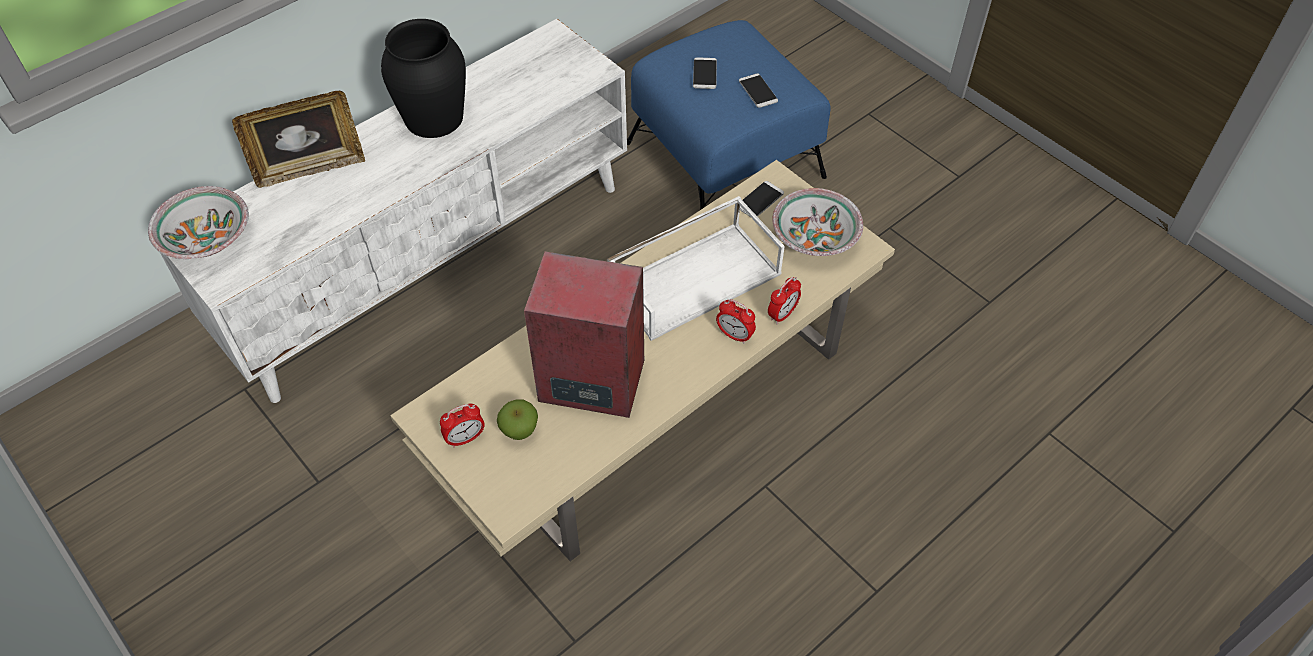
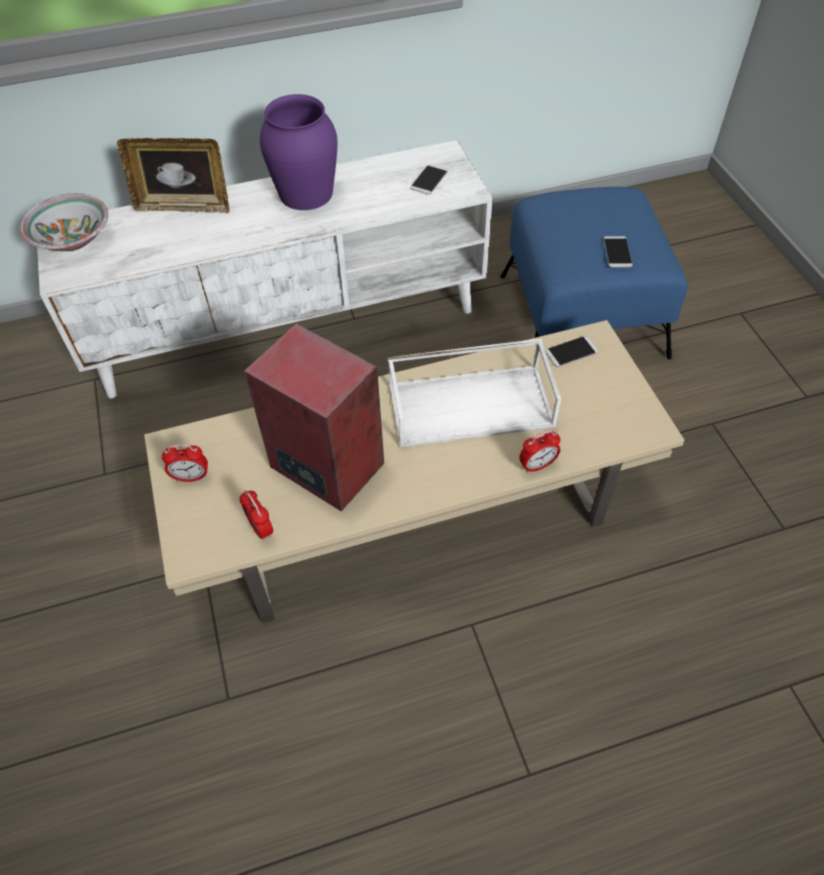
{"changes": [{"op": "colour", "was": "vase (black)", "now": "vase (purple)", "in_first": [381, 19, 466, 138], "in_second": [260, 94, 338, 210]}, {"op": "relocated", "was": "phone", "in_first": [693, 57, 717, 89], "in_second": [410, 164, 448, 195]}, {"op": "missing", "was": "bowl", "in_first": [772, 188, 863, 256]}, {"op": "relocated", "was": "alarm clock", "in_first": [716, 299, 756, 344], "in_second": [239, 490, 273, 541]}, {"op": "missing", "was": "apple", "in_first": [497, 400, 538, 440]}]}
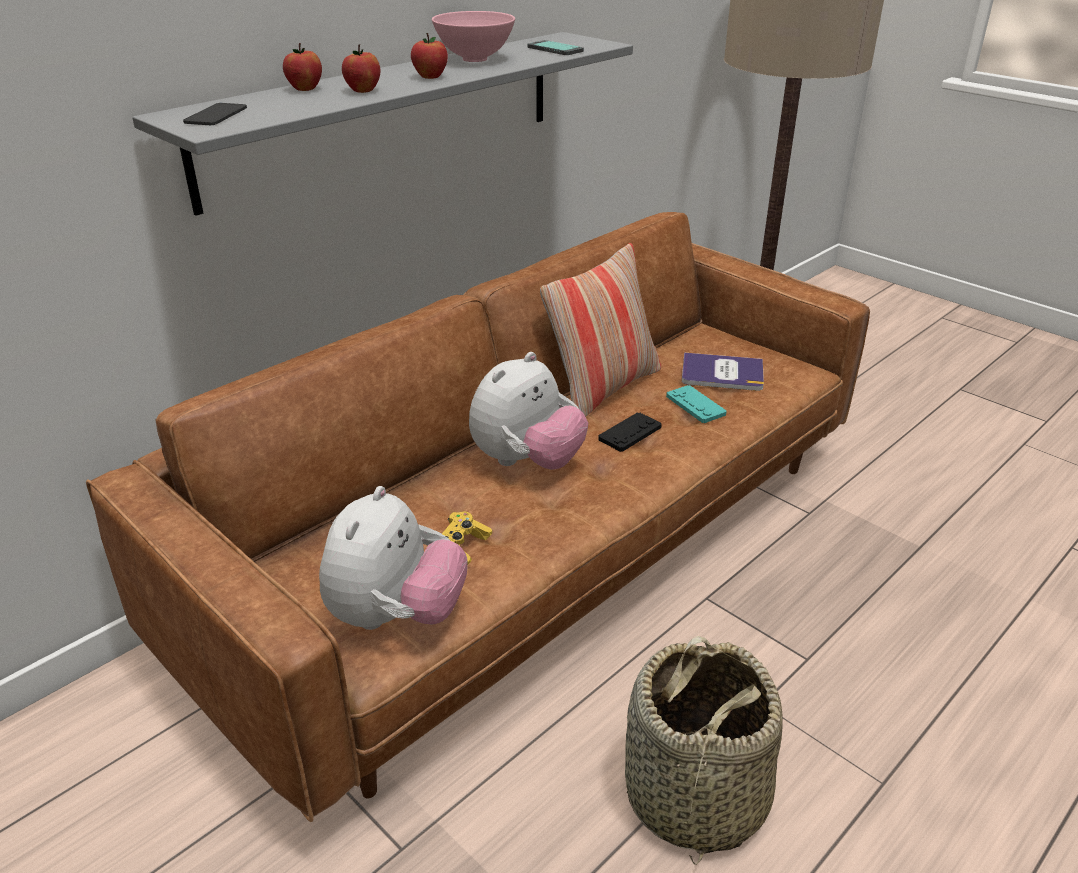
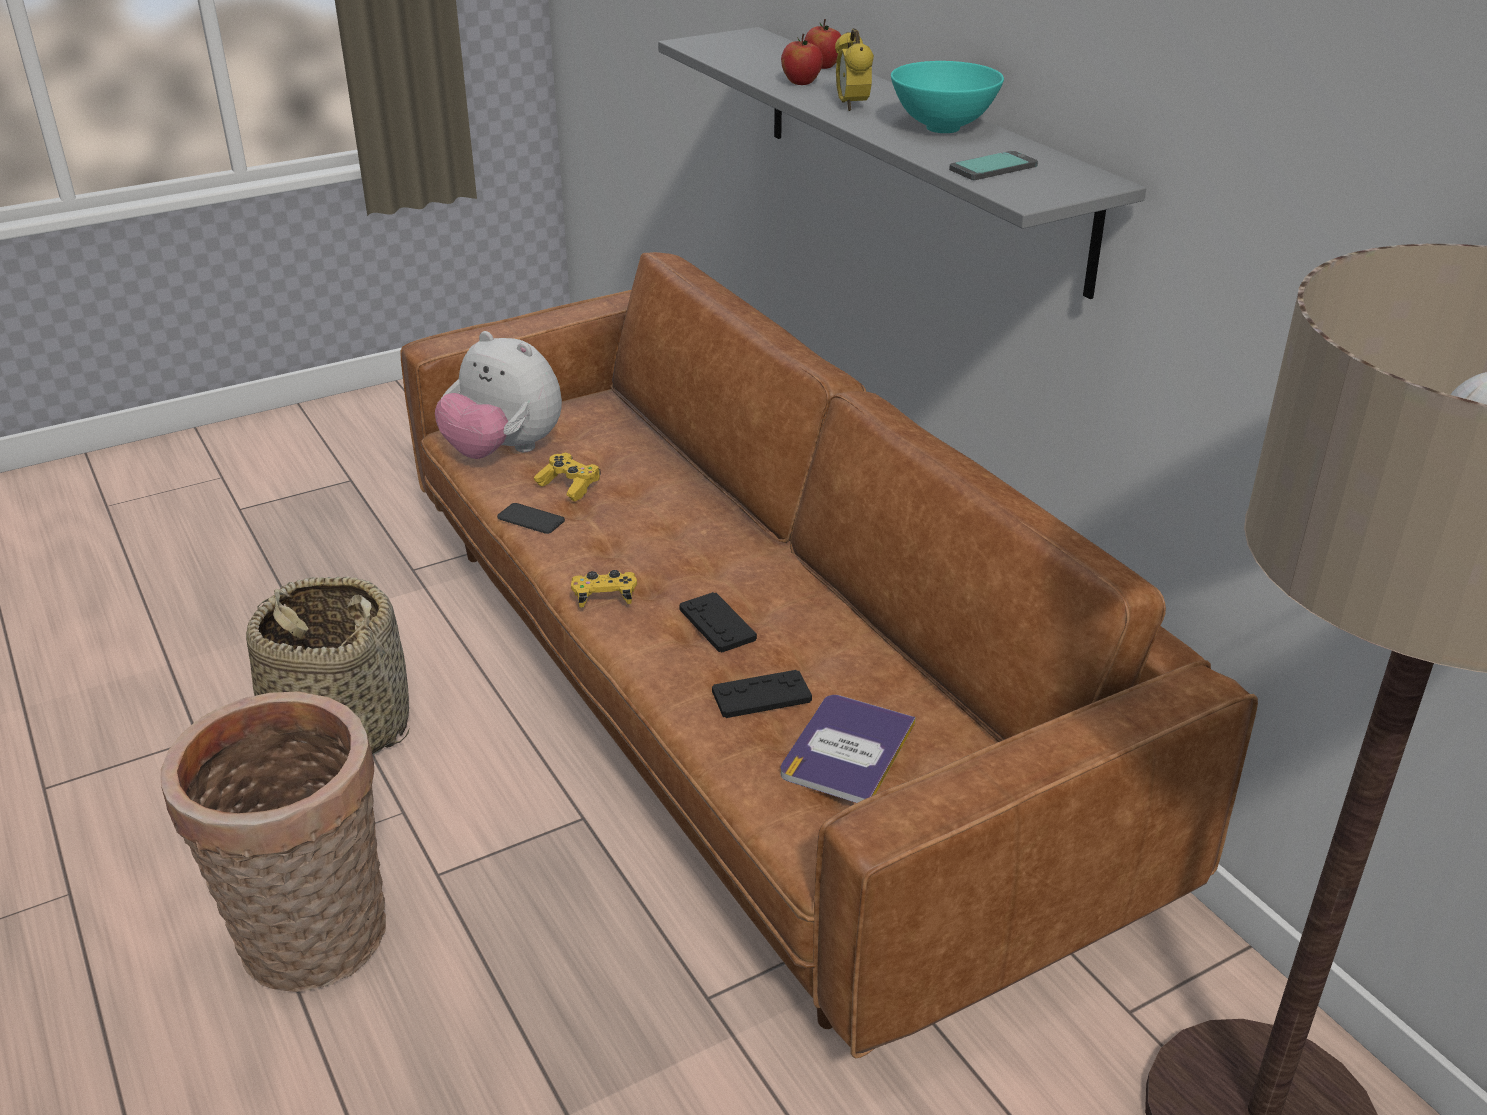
{"changes": [{"op": "colour", "was": "bowl (pink)", "now": "bowl (turquoise)", "in_first": [432, 11, 515, 62], "in_second": [891, 61, 1004, 133]}, {"op": "exchanged", "was": "apple", "now": "alarm clock", "in_first": [411, 33, 448, 79], "in_second": [835, 28, 874, 111]}, {"op": "relocated", "was": "phone", "in_first": [183, 103, 247, 125], "in_second": [497, 503, 565, 534]}, {"op": "missing", "was": "pillow", "in_first": [540, 243, 661, 417]}, {"op": "missing", "was": "plush toy", "in_first": [469, 352, 588, 470]}, {"op": "colour", "was": "game controller (turquoise)", "now": "game controller (black)", "in_first": [666, 385, 727, 423], "in_second": [712, 670, 812, 718]}, {"op": "appeared", "now": "game controller (yellow)", "in_second": [571, 570, 637, 607]}, {"op": "appeared", "now": "basket", "in_second": [161, 691, 386, 992]}]}
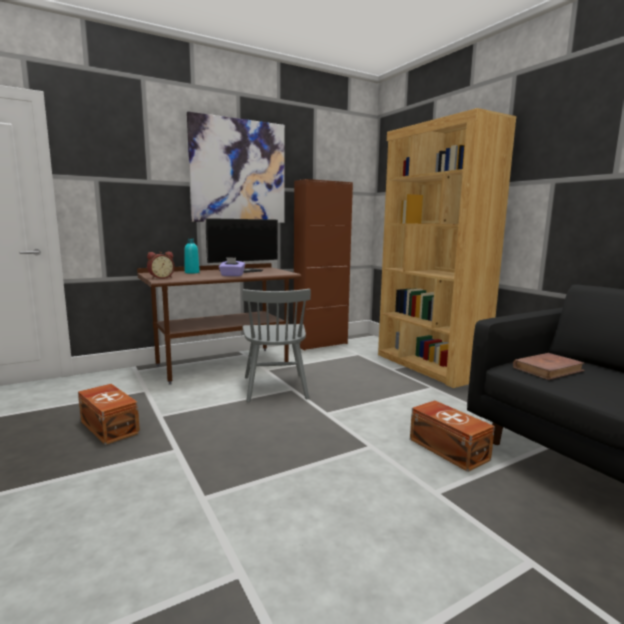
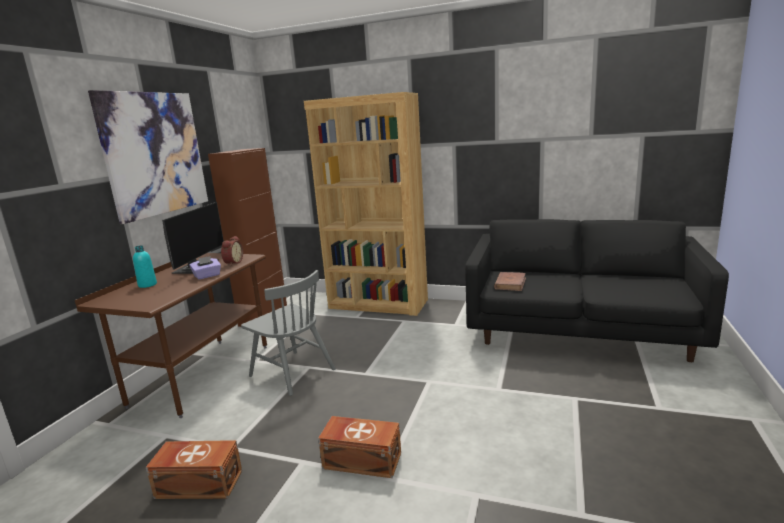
{"changes": [{"op": "relocated", "was": "alarm clock", "in_first": [147, 252, 175, 279], "in_second": [221, 236, 243, 266]}, {"op": "relocated", "was": "storage box (brown)", "in_first": [410, 400, 495, 472], "in_second": [318, 416, 401, 478]}]}
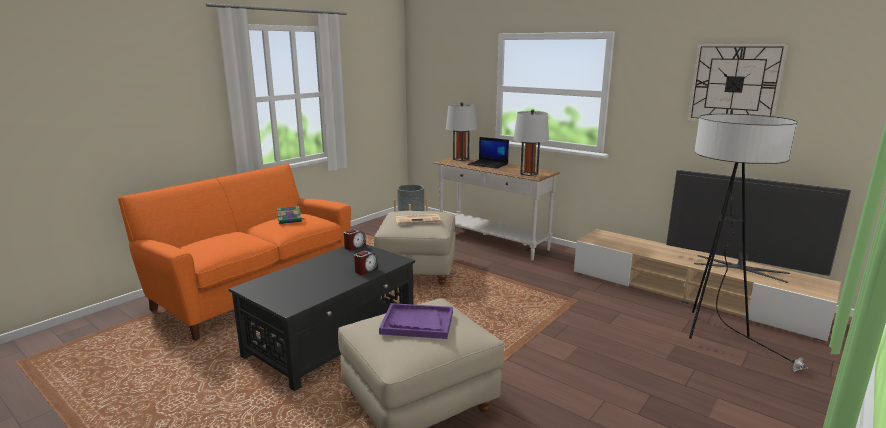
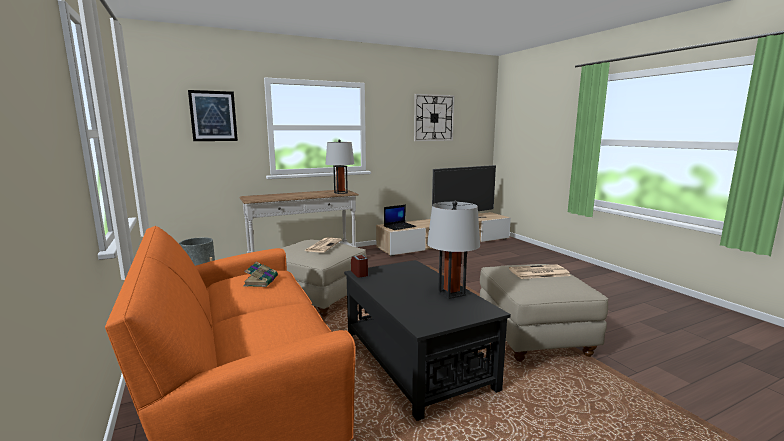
{"changes": [{"op": "relocated", "was": "table lamp (grey)", "in_first": [446, 102, 477, 161], "in_second": [427, 201, 480, 299]}, {"op": "missing", "was": "floor lamp", "in_first": [689, 114, 808, 372]}, {"op": "relocated", "was": "laptop", "in_first": [468, 137, 509, 169], "in_second": [384, 205, 416, 230]}, {"op": "missing", "was": "alarm clock", "in_first": [354, 251, 378, 275]}, {"op": "exchanged", "was": "tray (purple)", "now": "newspaper", "in_first": [379, 303, 453, 339], "in_second": [509, 264, 571, 279]}, {"op": "appeared", "now": "picture", "in_second": [188, 90, 238, 141]}]}
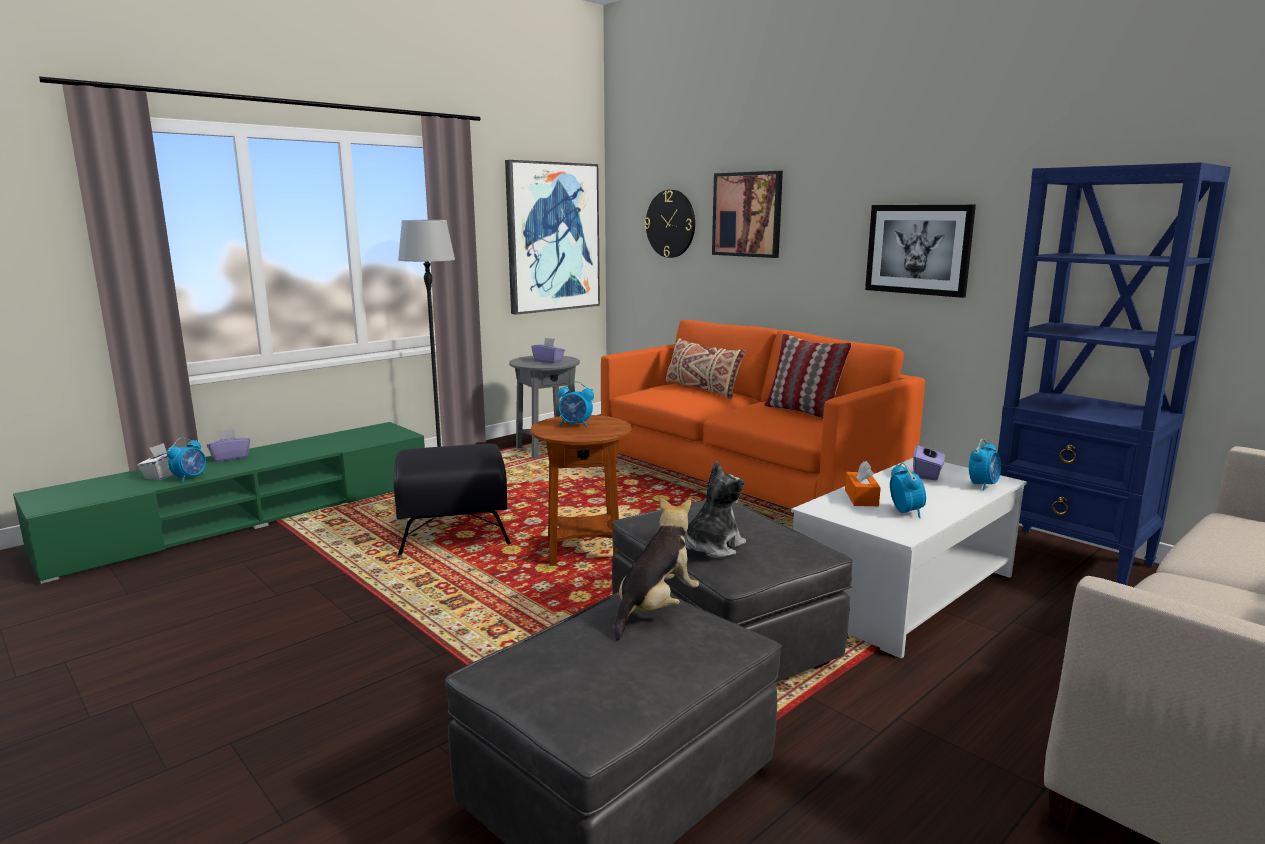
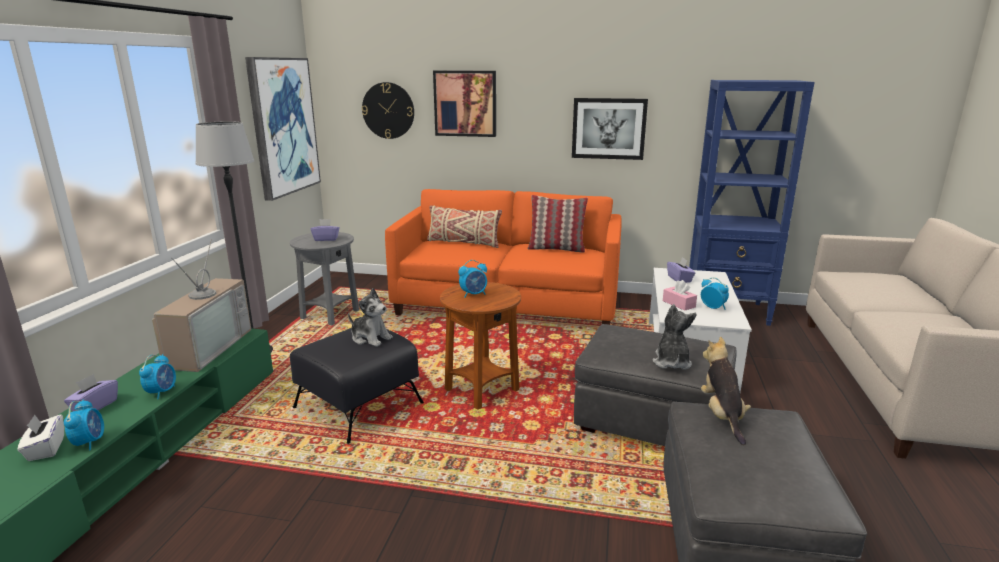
{"changes": [{"op": "relocated", "was": "alarm clock", "in_first": [969, 439, 1001, 491], "in_second": [139, 354, 176, 399]}, {"op": "colour", "was": "tissue box (orange)", "now": "tissue box (pink)", "in_first": [845, 461, 881, 506], "in_second": [663, 280, 697, 311]}, {"op": "appeared", "now": "television", "in_second": [152, 239, 251, 372]}, {"op": "appeared", "now": "plush toy", "in_second": [348, 288, 393, 347]}]}
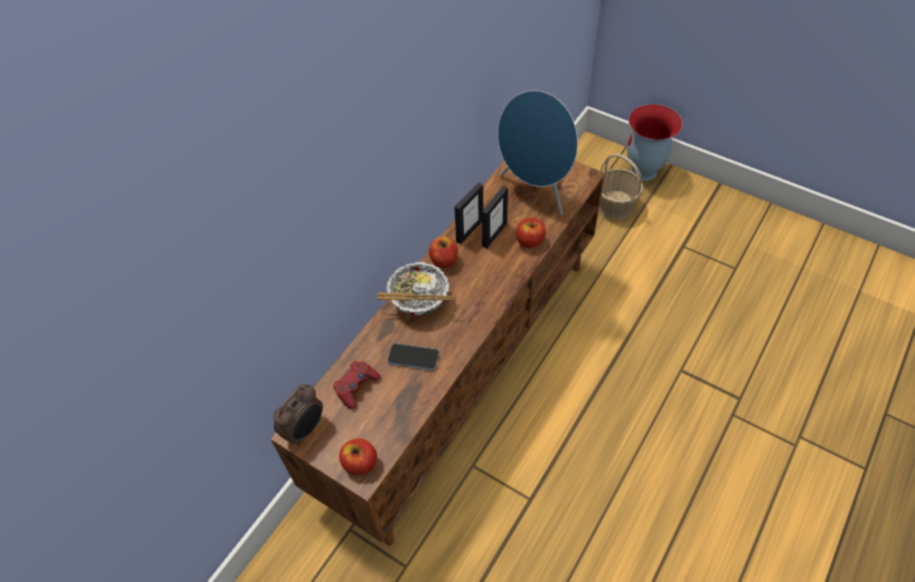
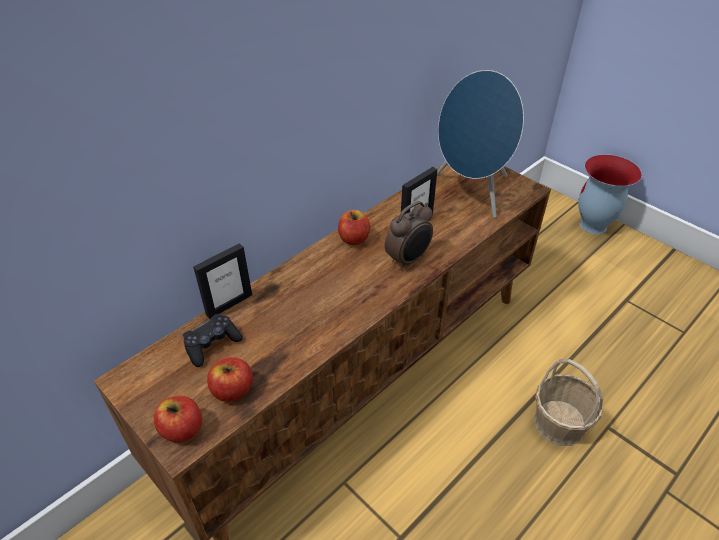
{"changes": [{"op": "relocated", "was": "basket", "in_first": [599, 153, 643, 220], "in_second": [534, 359, 603, 446]}, {"op": "relocated", "was": "picture frame", "in_first": [455, 182, 483, 244], "in_second": [193, 243, 252, 319]}, {"op": "relocated", "was": "apple", "in_first": [516, 218, 546, 248], "in_second": [207, 357, 253, 402]}, {"op": "missing", "was": "bowl", "in_first": [377, 262, 454, 316]}, {"op": "missing", "was": "phone", "in_first": [388, 343, 439, 371]}, {"op": "colour", "was": "game controller (red)", "now": "game controller (black)", "in_first": [333, 361, 380, 409], "in_second": [183, 314, 243, 367]}, {"op": "relocated", "was": "alarm clock", "in_first": [274, 384, 323, 445], "in_second": [385, 201, 433, 270]}]}
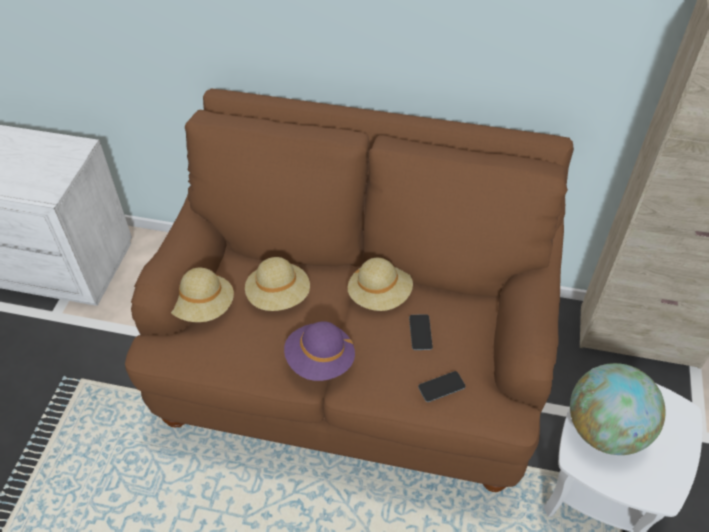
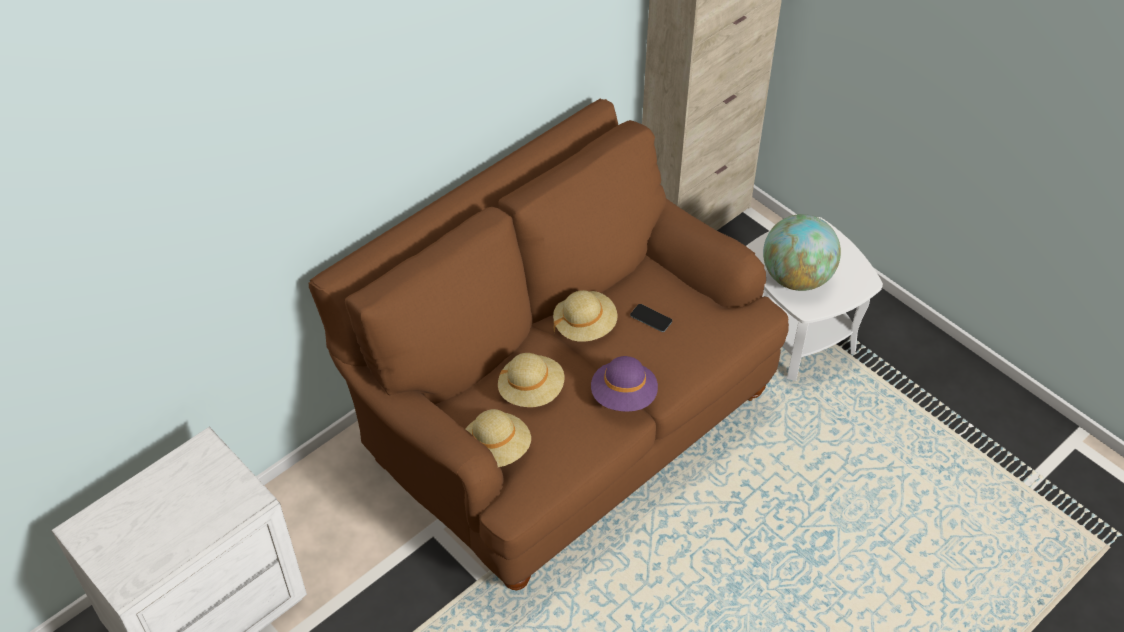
{"changes": [{"op": "missing", "was": "phone", "in_first": [418, 371, 465, 402]}]}
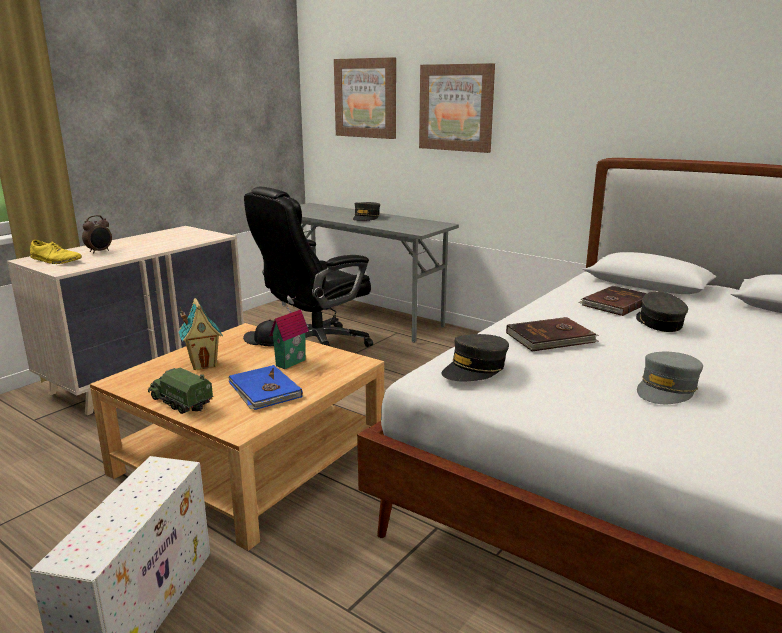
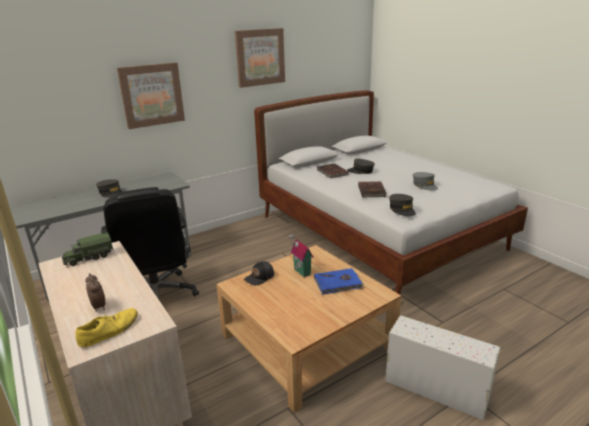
{"changes": [{"op": "relocated", "was": "picture", "in_first": [334, 57, 396, 139], "in_second": [235, 28, 285, 88]}, {"op": "missing", "was": "toy house", "in_first": [178, 298, 223, 370]}, {"op": "relocated", "was": "toy truck", "in_first": [148, 368, 214, 414], "in_second": [62, 230, 113, 266]}]}
